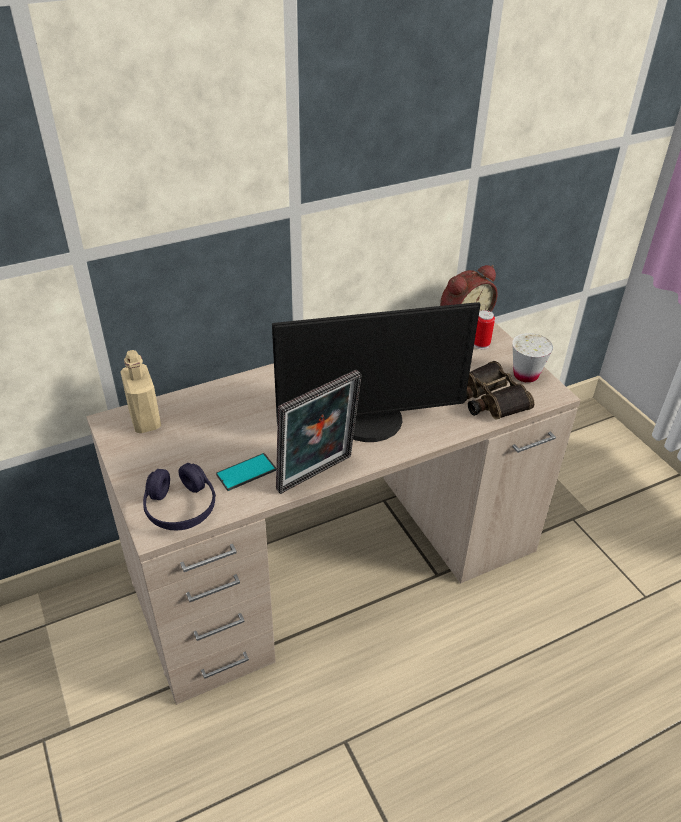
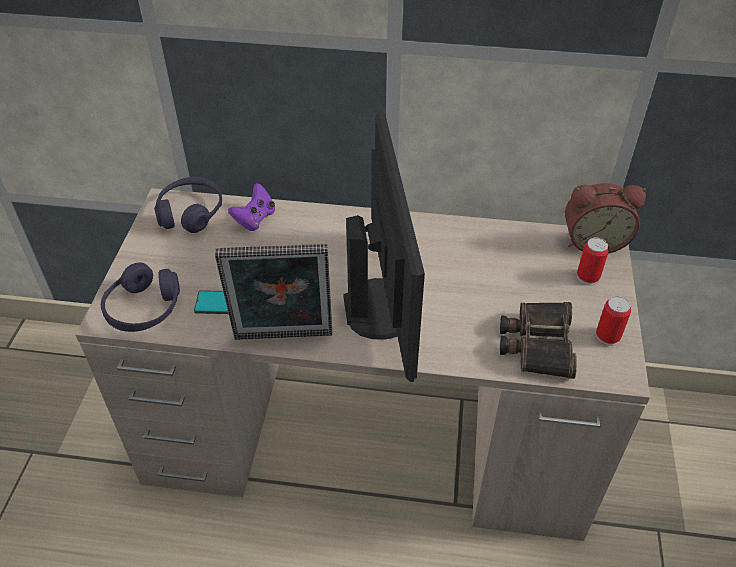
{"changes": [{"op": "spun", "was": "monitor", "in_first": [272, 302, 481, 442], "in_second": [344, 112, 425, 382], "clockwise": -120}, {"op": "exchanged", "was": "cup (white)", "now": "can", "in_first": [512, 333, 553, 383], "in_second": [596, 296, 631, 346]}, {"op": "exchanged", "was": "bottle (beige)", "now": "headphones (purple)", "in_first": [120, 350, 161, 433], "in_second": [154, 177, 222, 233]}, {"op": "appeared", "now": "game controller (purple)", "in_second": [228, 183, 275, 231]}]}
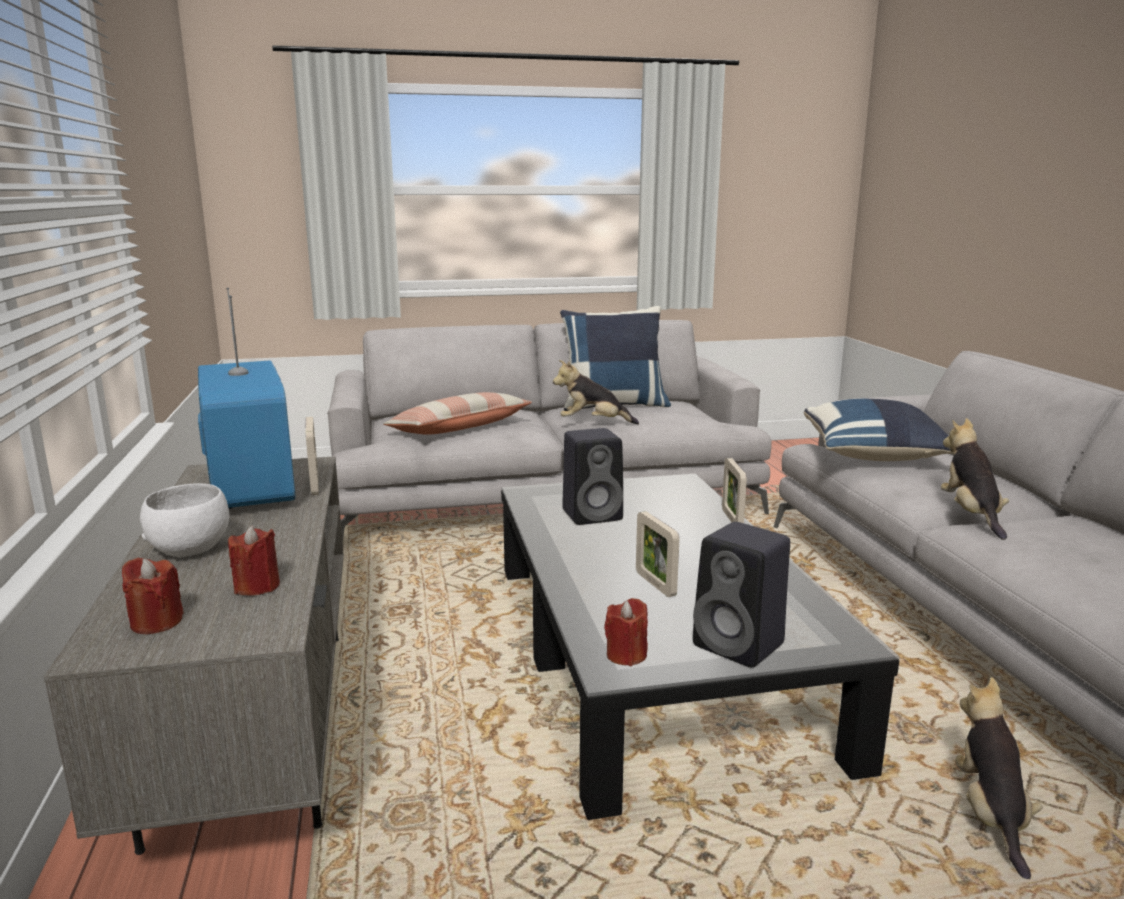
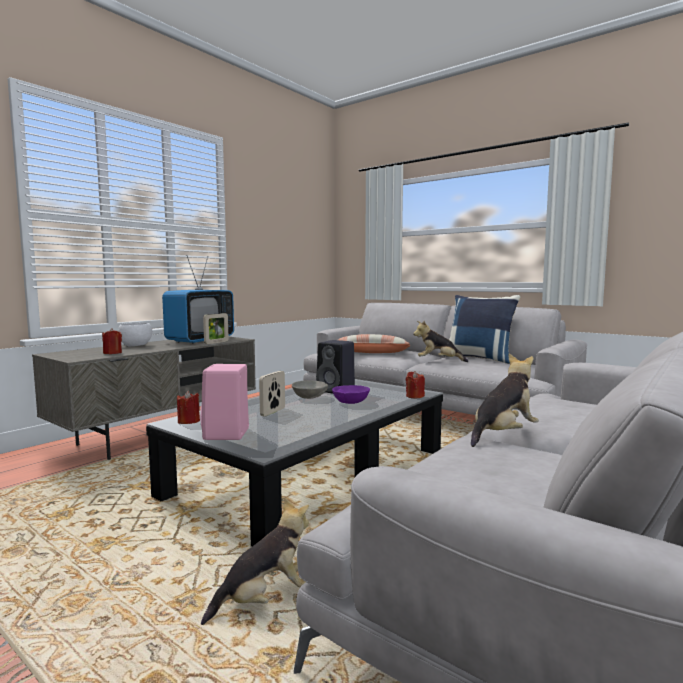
{"changes": [{"op": "spun", "was": "plush toy", "in_first": [553, 360, 639, 424], "in_second": [413, 321, 468, 362], "clockwise": -45}, {"op": "missing", "was": "pillow (blue)", "in_first": [804, 399, 954, 461]}, {"op": "missing", "was": "picture frame", "in_first": [722, 458, 747, 523]}, {"op": "colour", "was": "speaker (black)", "now": "speaker (pink)", "in_first": [693, 522, 790, 668], "in_second": [200, 364, 249, 440]}, {"op": "relocated", "was": "candle (red)", "in_first": [122, 558, 184, 634], "in_second": [406, 371, 425, 399]}, {"op": "appeared", "now": "bowl (grey)", "in_second": [292, 380, 328, 399]}, {"op": "appeared", "now": "bowl (purple)", "in_second": [332, 385, 370, 404]}]}
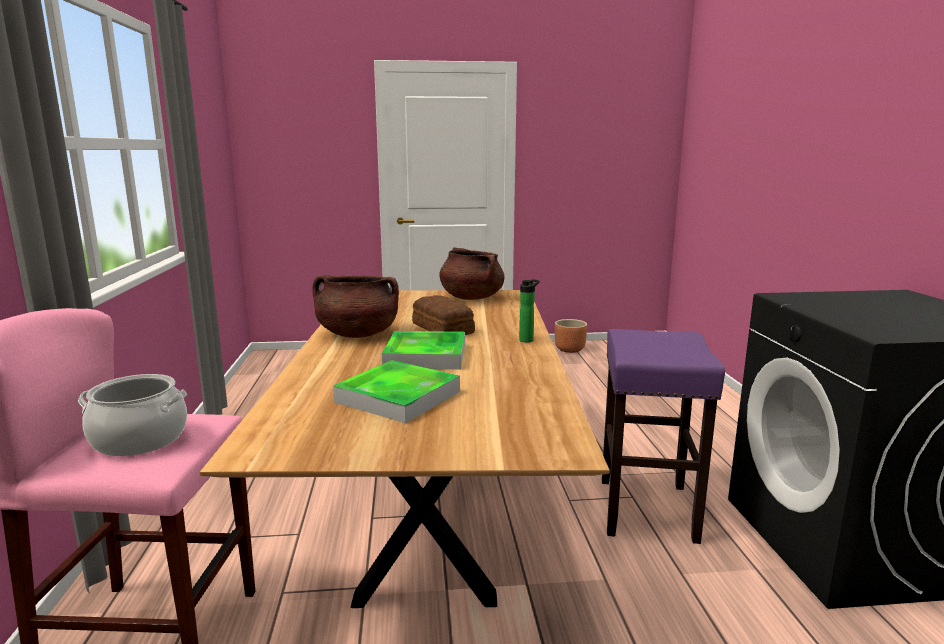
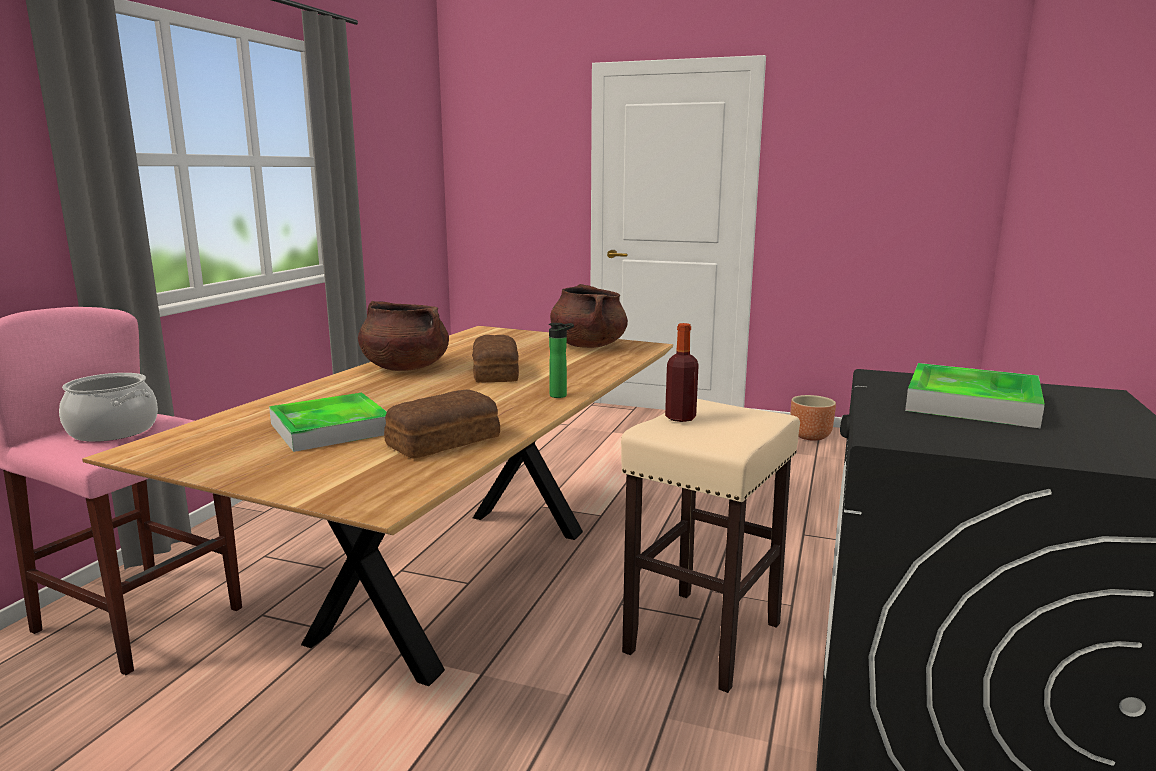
{"changes": [{"op": "colour", "was": "stool (purple)", "now": "stool (beige)", "in_first": [602, 329, 725, 544], "in_second": [621, 399, 800, 693]}, {"op": "relocated", "was": "tray", "in_first": [382, 331, 465, 370], "in_second": [905, 363, 1045, 428]}, {"op": "appeared", "now": "bottle", "in_second": [665, 323, 699, 422]}, {"op": "appeared", "now": "bread", "in_second": [384, 389, 500, 459]}]}
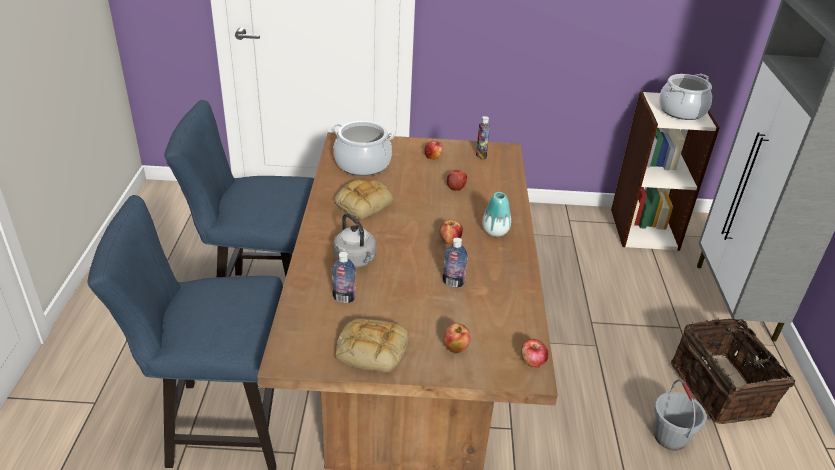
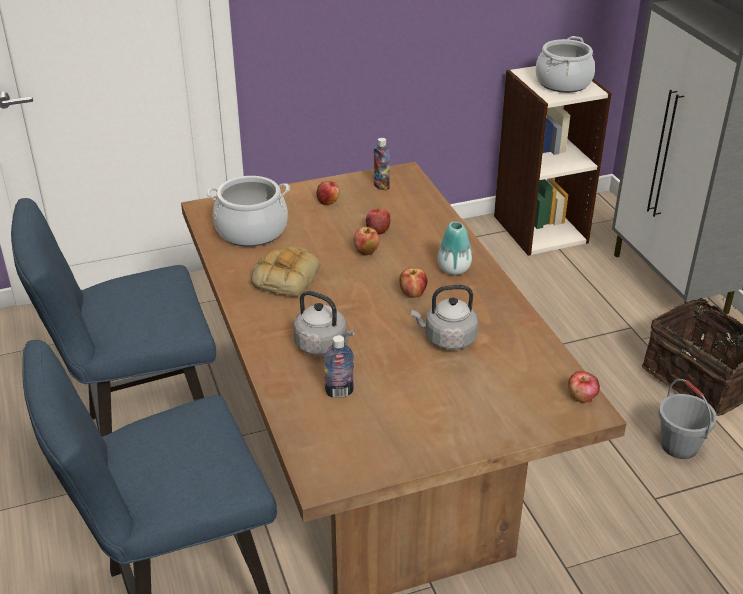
{"changes": [{"op": "exchanged", "was": "bottle", "now": "kettle (grey)", "in_first": [443, 237, 468, 288], "in_second": [410, 285, 478, 350]}, {"op": "missing", "was": "bread", "in_first": [335, 319, 409, 373]}, {"op": "relocated", "was": "apple", "in_first": [443, 323, 471, 353], "in_second": [354, 227, 380, 256]}]}
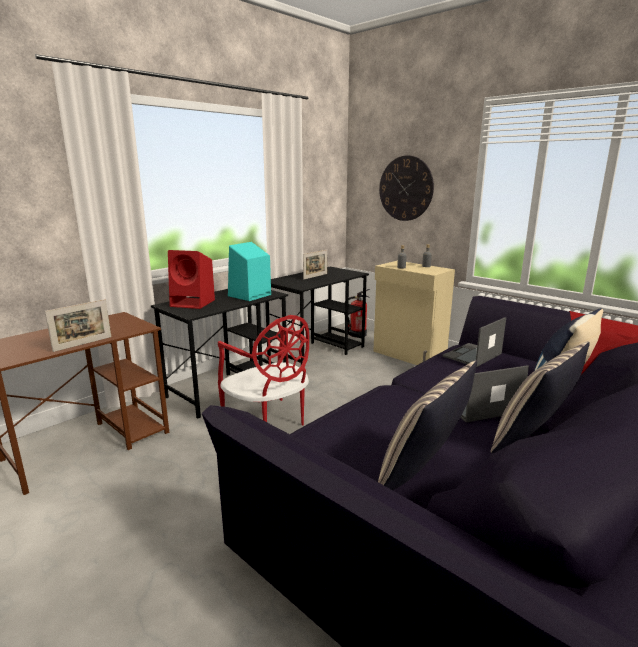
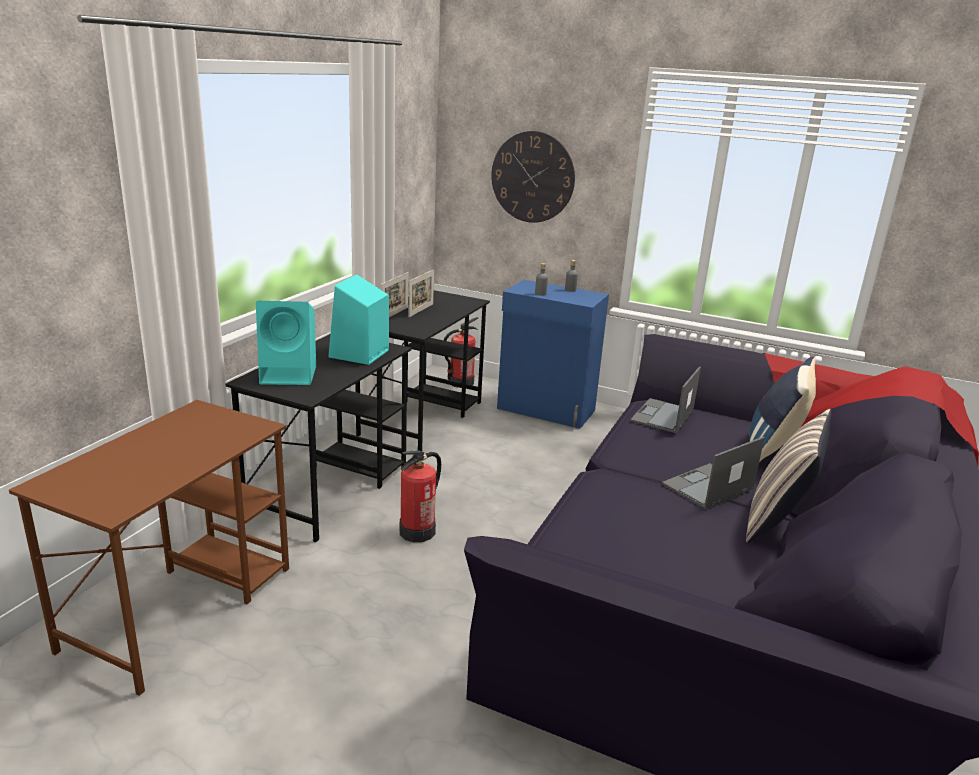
{"changes": [{"op": "colour", "was": "speaker (red)", "now": "speaker (turquoise)", "in_first": [168, 250, 215, 309], "in_second": [256, 301, 316, 385]}, {"op": "colour", "was": "cabinet (beige)", "now": "cabinet (blue)", "in_first": [373, 261, 455, 365], "in_second": [497, 280, 609, 429]}, {"op": "relocated", "was": "picture frame", "in_first": [45, 299, 111, 352], "in_second": [381, 272, 408, 317]}, {"op": "exchanged", "was": "chair (red)", "now": "fire extinguisher", "in_first": [218, 315, 309, 425], "in_second": [400, 451, 441, 542]}, {"op": "missing", "was": "pillow", "in_first": [378, 360, 477, 490]}]}
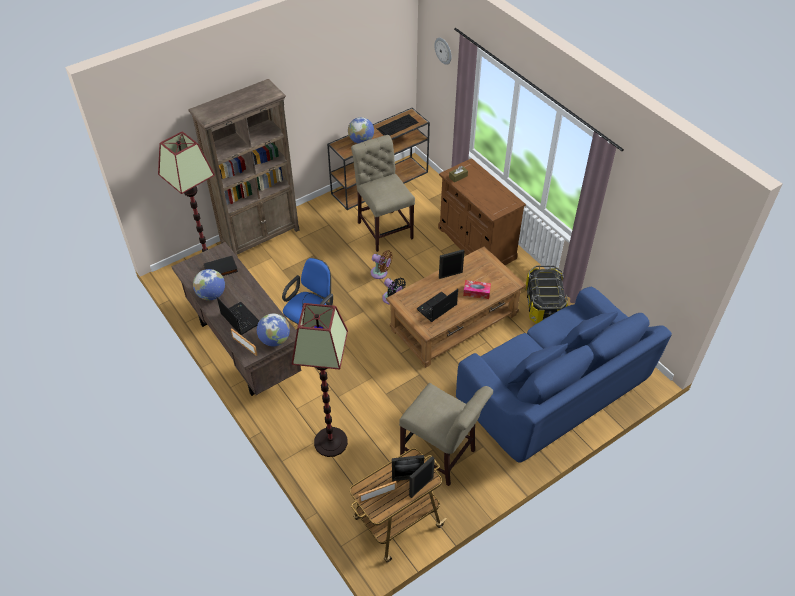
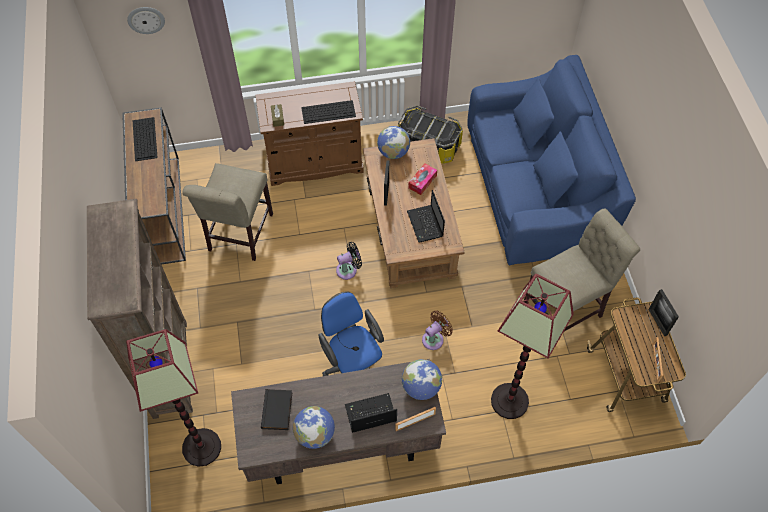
{"changes": [{"op": "relocated", "was": "globe", "in_first": [348, 117, 374, 144], "in_second": [377, 126, 410, 159]}, {"op": "spun", "was": "chair (beige)", "in_first": [351, 135, 415, 252], "in_second": [182, 163, 273, 261], "clockwise": -75}, {"op": "relocated", "was": "fan (brown)", "in_first": [371, 250, 393, 279], "in_second": [422, 310, 453, 350]}, {"op": "missing", "was": "picture frame", "in_first": [392, 455, 424, 481]}, {"op": "appeared", "now": "keyboard", "in_second": [301, 100, 356, 124]}]}
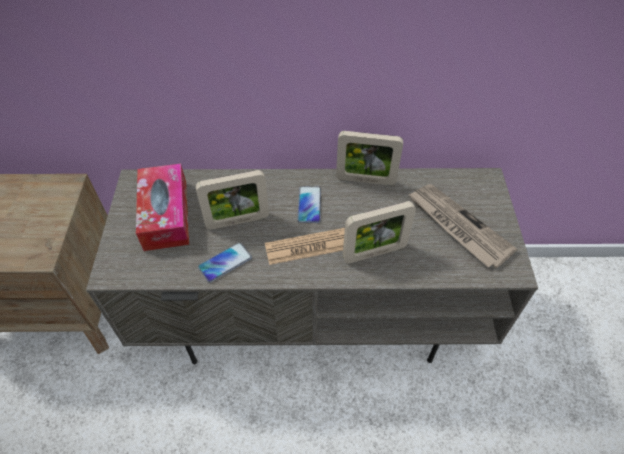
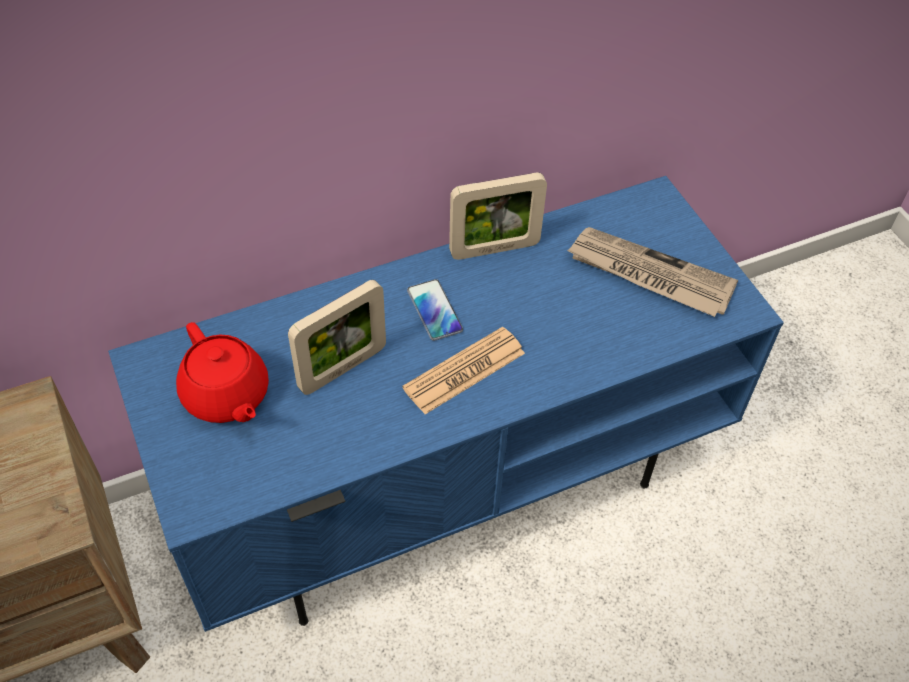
{"changes": [{"op": "exchanged", "was": "tissue box", "now": "teapot (red)", "in_first": [136, 164, 189, 251], "in_second": [176, 322, 269, 423]}, {"op": "colour", "was": "tv stand (grey)", "now": "tv stand (blue)", "in_first": [86, 168, 538, 364], "in_second": [108, 176, 784, 632]}, {"op": "missing", "was": "picture frame", "in_first": [343, 201, 416, 263]}, {"op": "missing", "was": "phone", "in_first": [198, 242, 252, 283]}]}
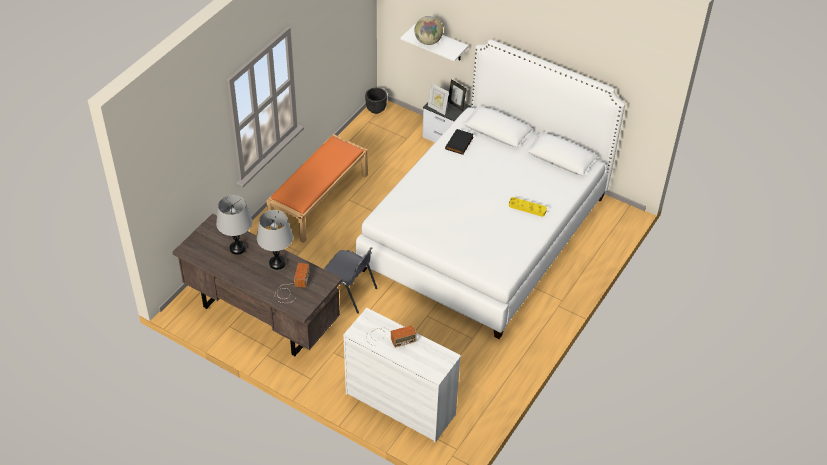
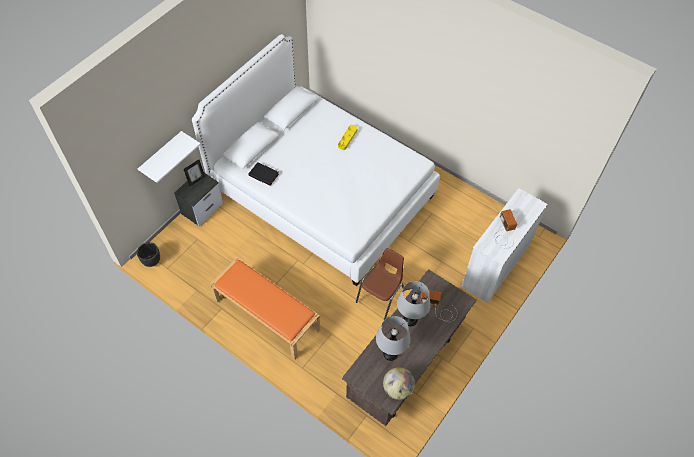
{"changes": [{"op": "relocated", "was": "globe", "in_first": [415, 16, 443, 45], "in_second": [383, 367, 415, 400]}, {"op": "missing", "was": "picture frame", "in_first": [428, 83, 449, 115]}, {"op": "colour", "was": "chair (grey)", "now": "chair (brown)", "in_first": [324, 247, 378, 314], "in_second": [356, 248, 404, 320]}]}
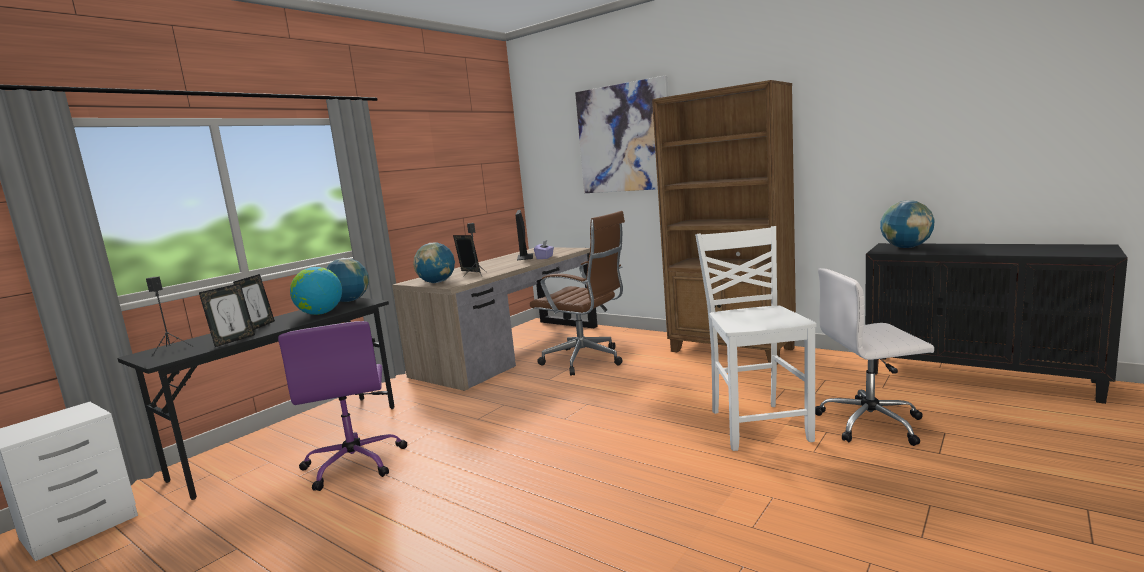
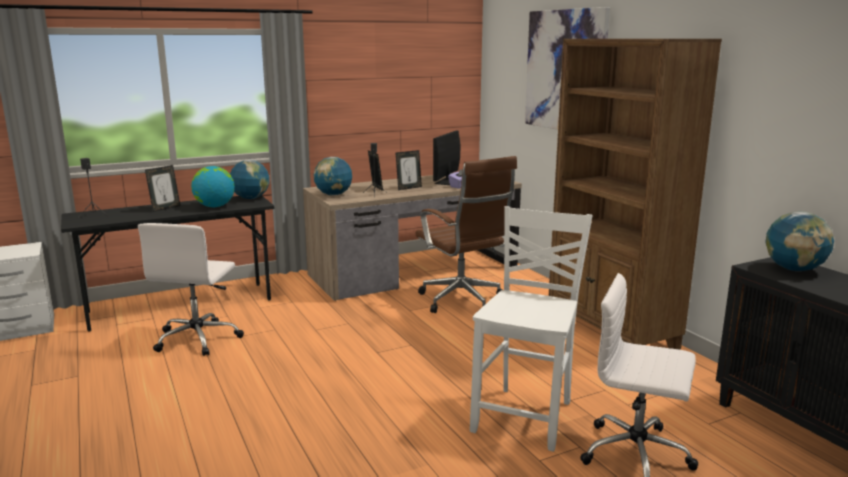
{"changes": [{"op": "relocated", "was": "picture frame", "in_first": [199, 283, 255, 347], "in_second": [396, 150, 422, 190]}, {"op": "colour", "was": "office chair (purple)", "now": "office chair (white)", "in_first": [278, 321, 407, 491], "in_second": [138, 223, 244, 356]}]}
